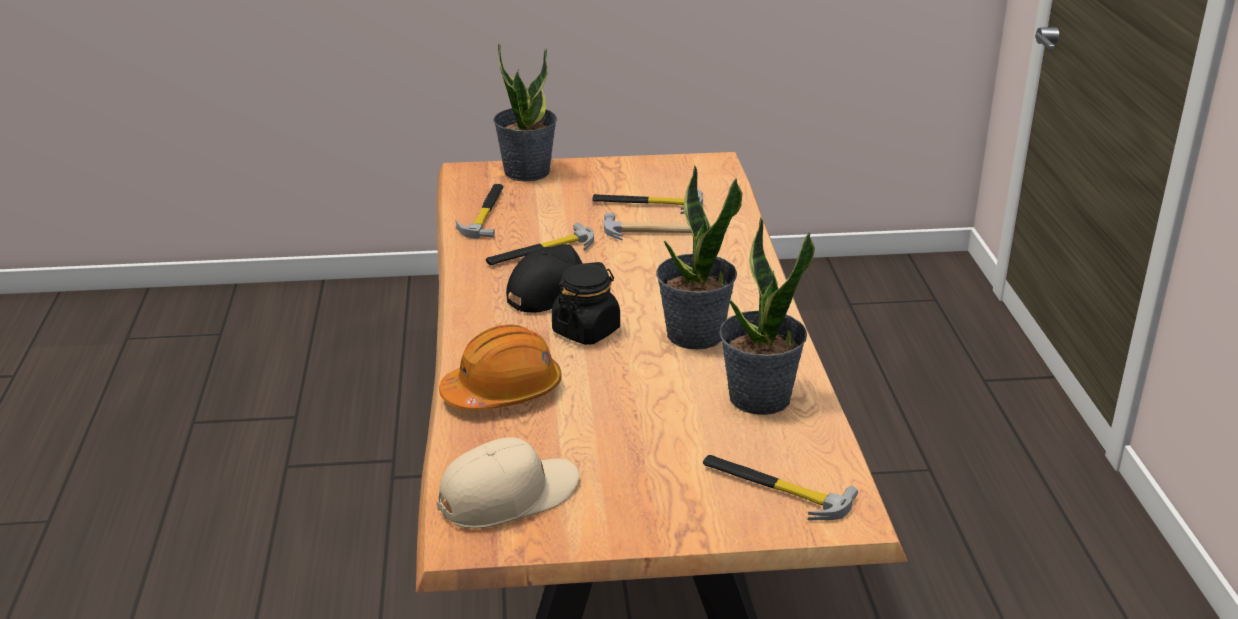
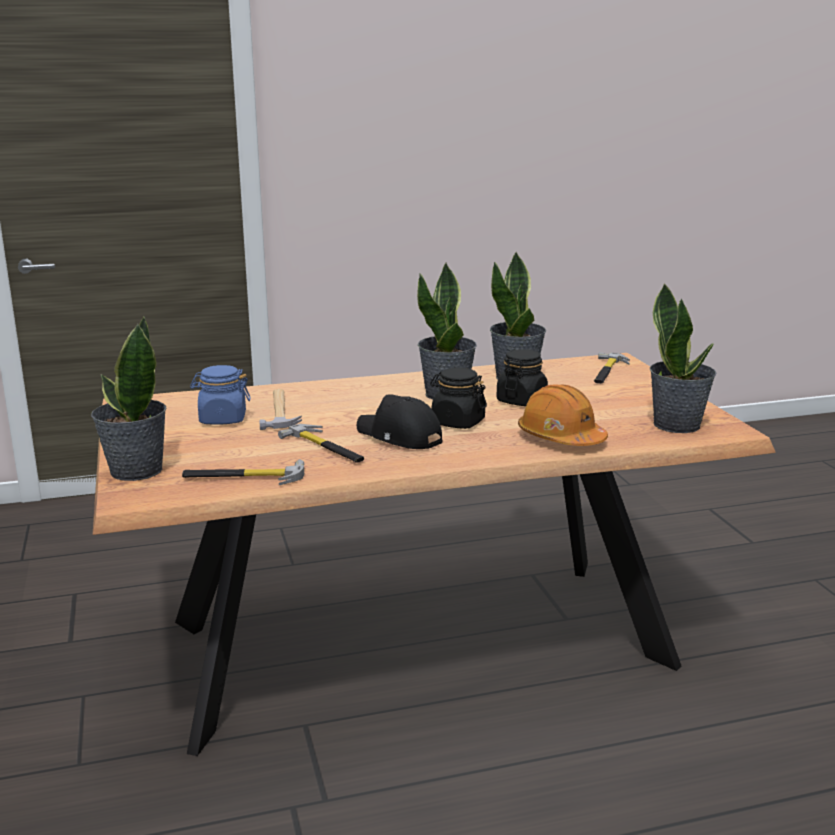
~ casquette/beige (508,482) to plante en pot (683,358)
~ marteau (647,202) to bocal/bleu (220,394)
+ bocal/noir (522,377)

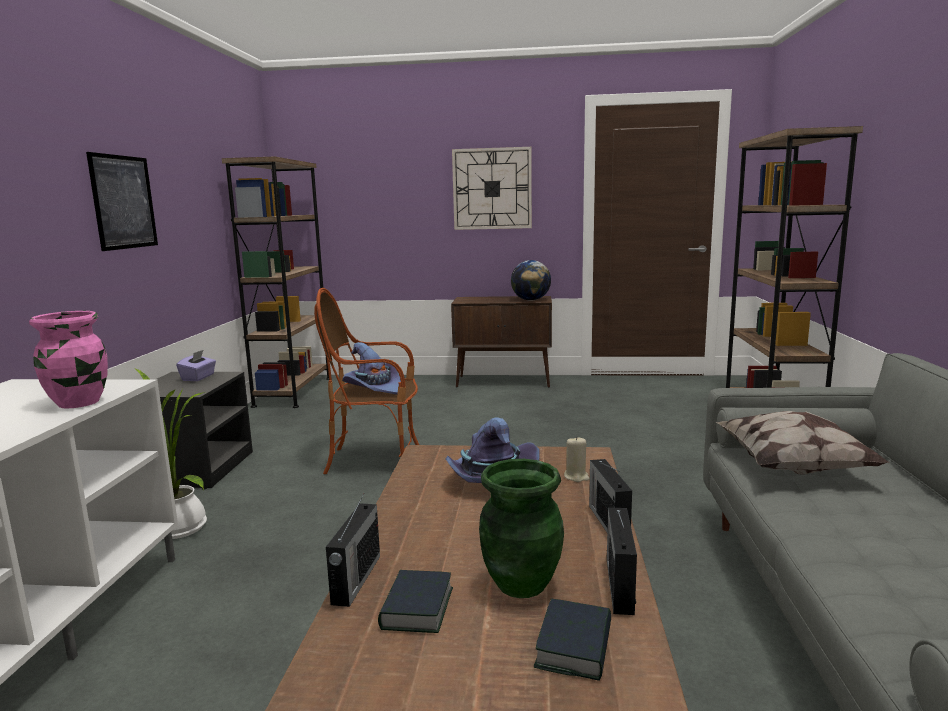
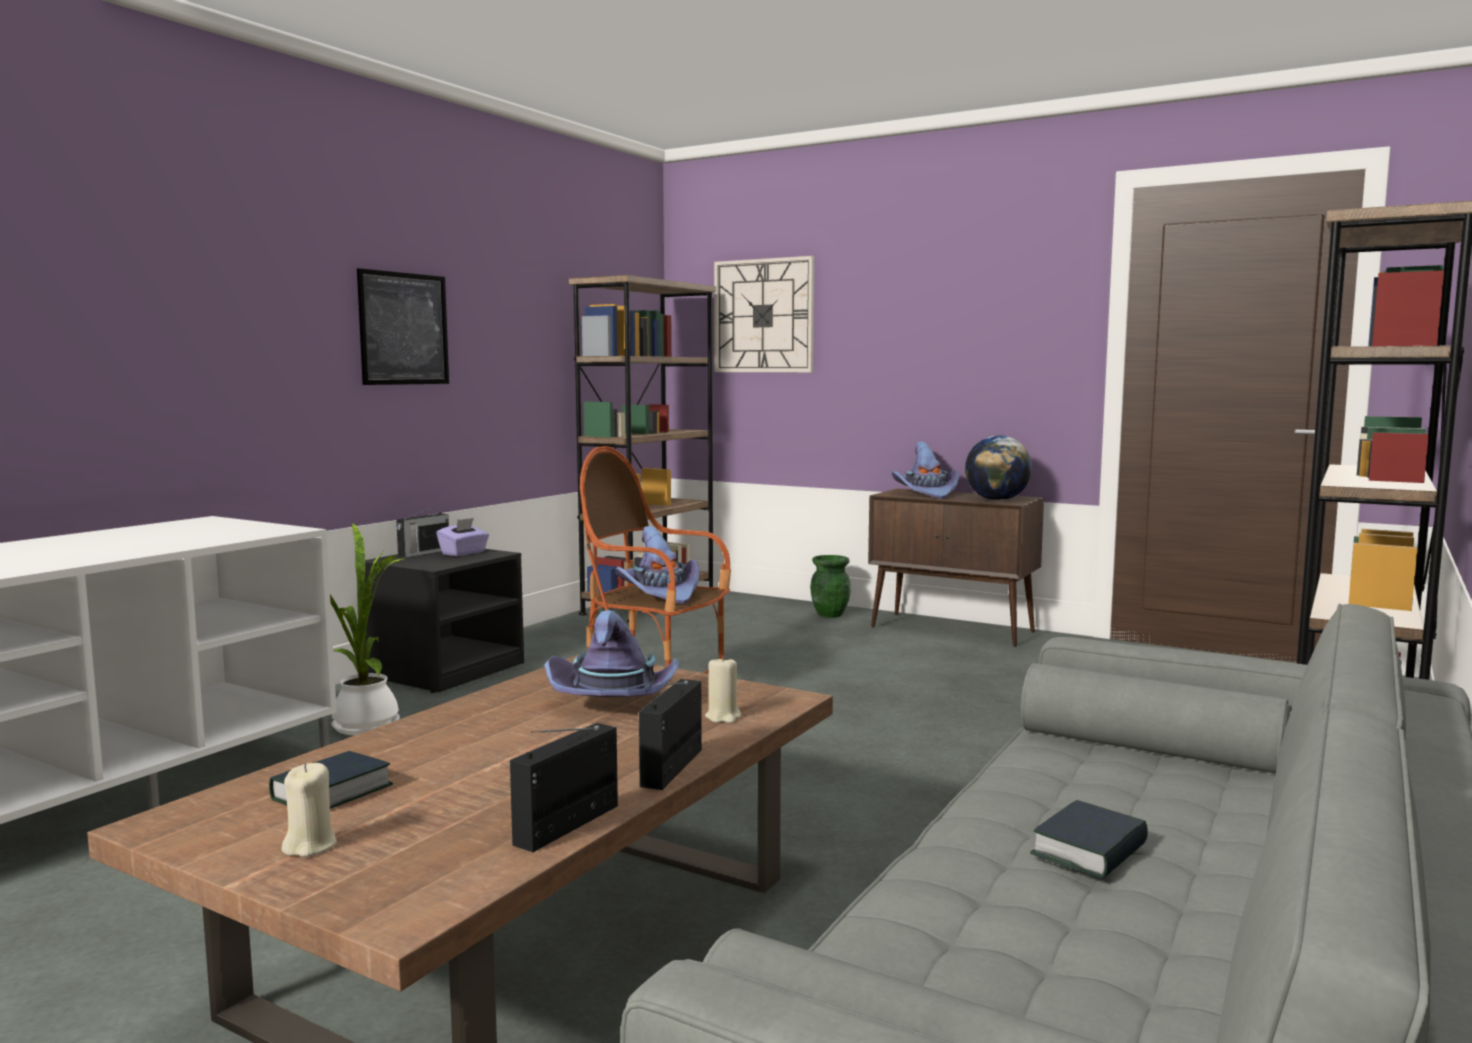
- vase/rose (68,359)
~ radio (353,550) to (422,531)
~ horloge murale (492,188) to (764,314)
~ vase/vert (521,528) to (830,586)
~ livre (572,639) to (1089,839)
- coussin (803,443)
+ bougie/beige (309,810)
+ chapeau/violet (925,470)

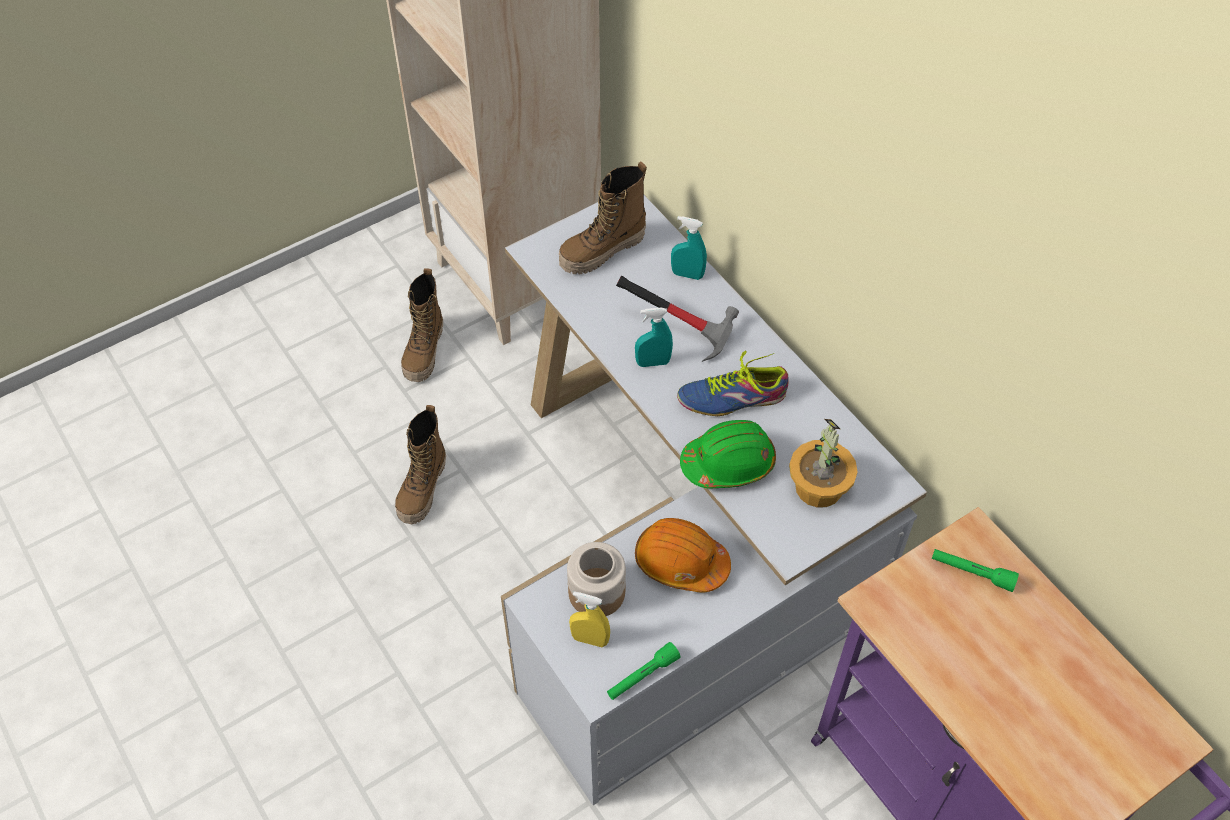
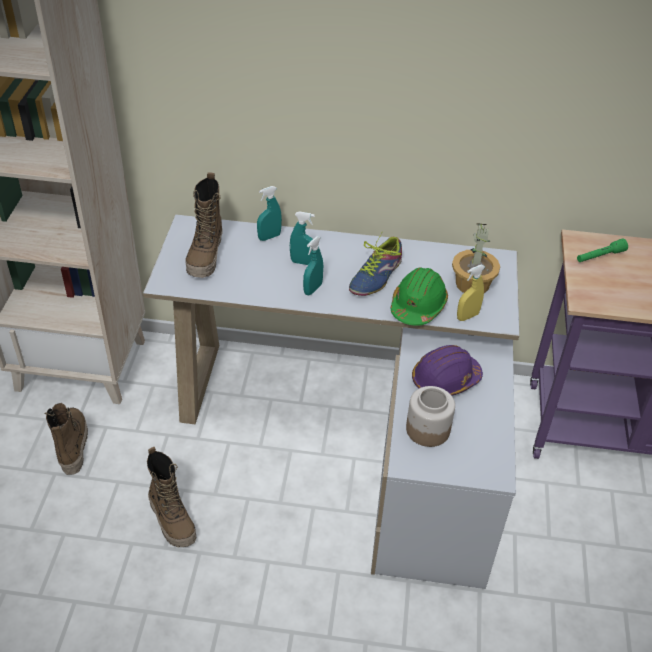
~ botte (422,325) = (66,439) 150 degrees counterclockwise
~ vaporisateur/jaune (589,619) to (471,293)
- lampe de poche/vert (643,671)
~ marteau (677,318) to vaporisateur/turquoise (302,238)
~ casque de chantier/orange (683,555) to casque de chantier/violet (447,370)

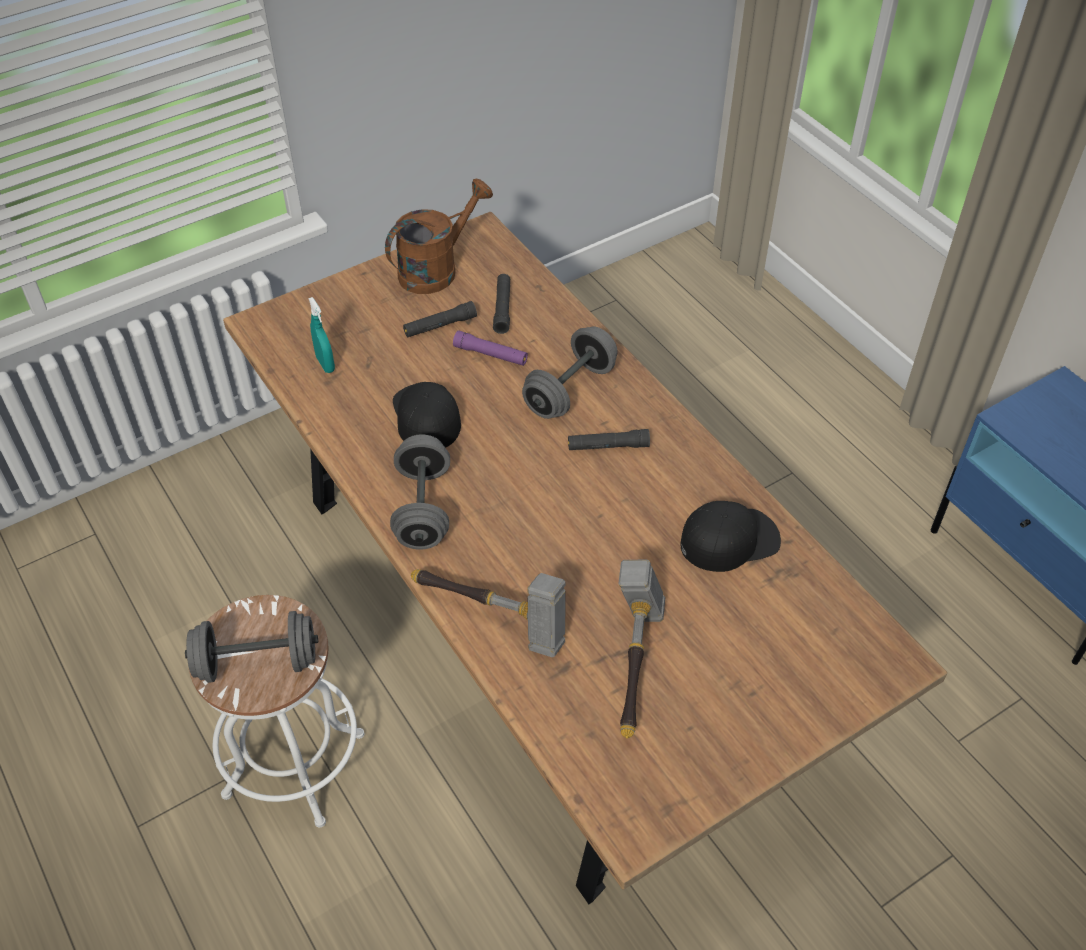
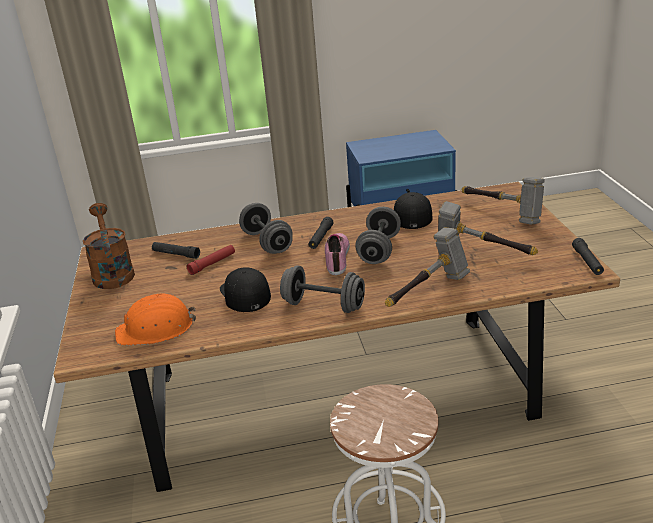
~ haltère/gris (251,647) to (378,235)
~ vaporisateur/turquoise (321,335) to casque de chantier/orange (155,319)
~ casquette/noir (427,415) = (245,289) 60 degrees clockwise
~ lampe de poche/noir (440,319) to (588,256)
~ lampe de poche/violet (490,348) to lampe de poche/rouge (211,260)
+ chaussure (337,254)
+ marteau (503,201)

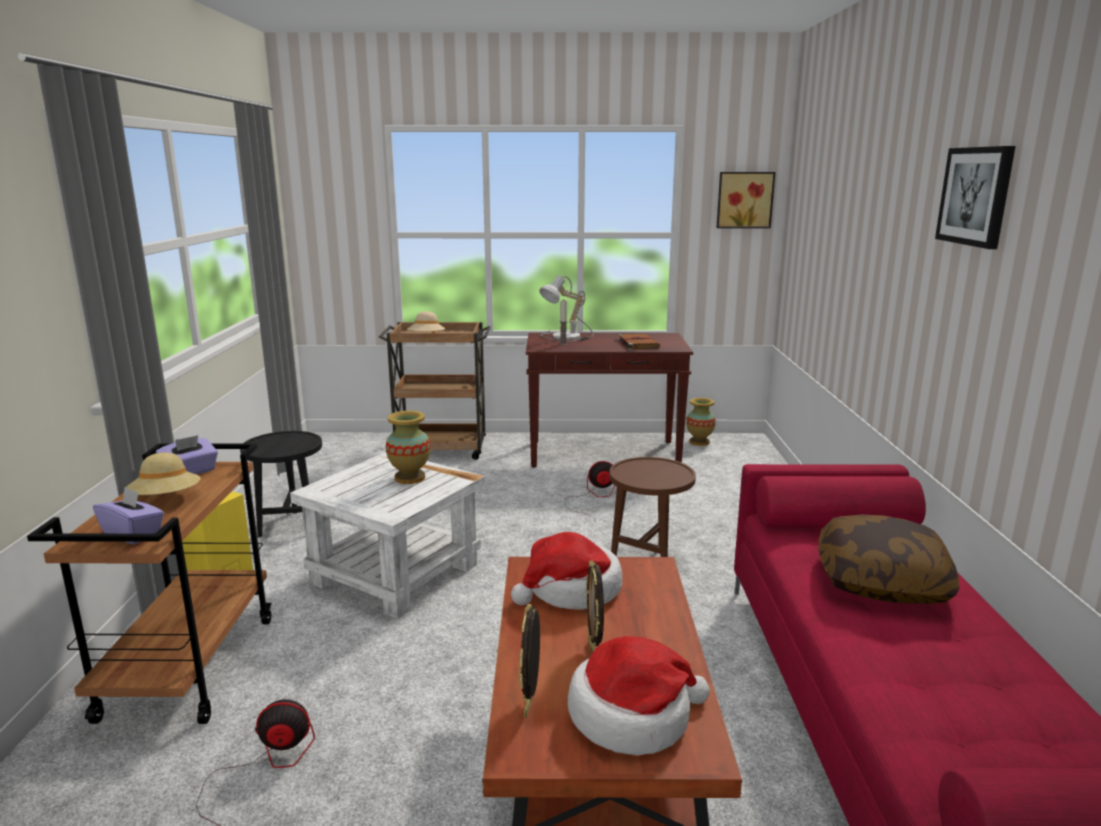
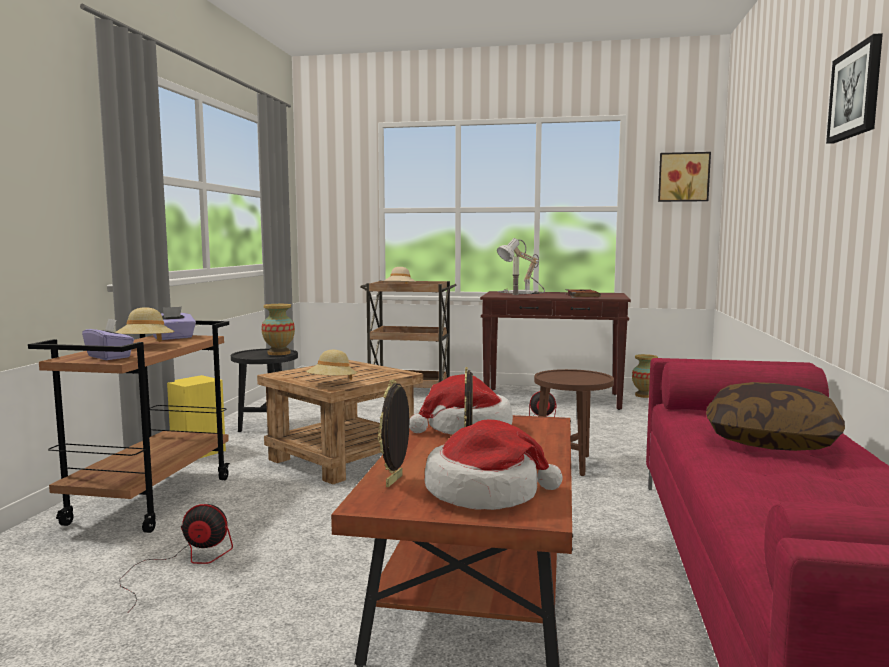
~ table d'appoint/blanc (387,535) to table d'appoint/marron (340,422)
~ vase (408,447) to (278,329)
+ chapeau/beige (332,365)

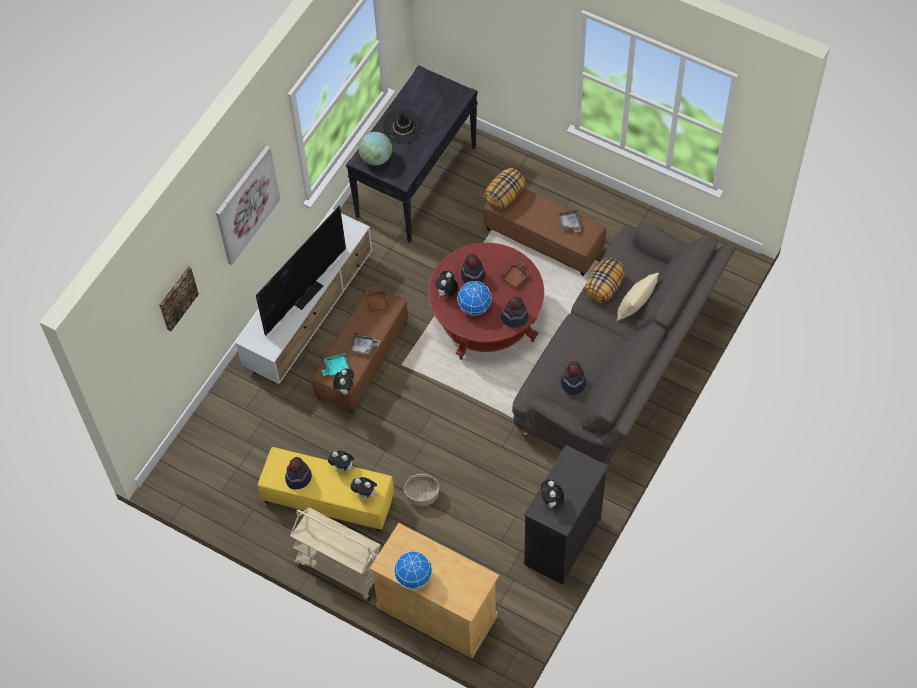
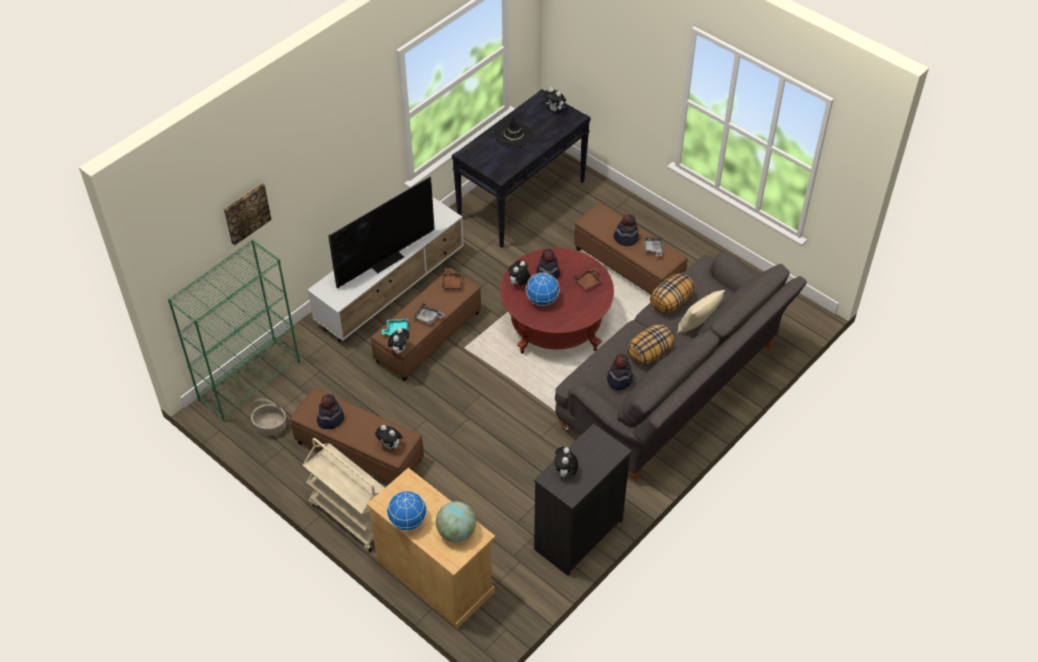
- tableau (248,205)
~ pouf/jaune (326,489) to pouf/marron (357,435)
~ peluche (341,461) to (554,99)
~ globe (375,149) to (456,521)
~ panier (421,490) to (268,417)
~ coussin (505,189) to (651,344)
~ chapeau (514,312) to (626,230)
+ bibliothèque/vert (234,330)

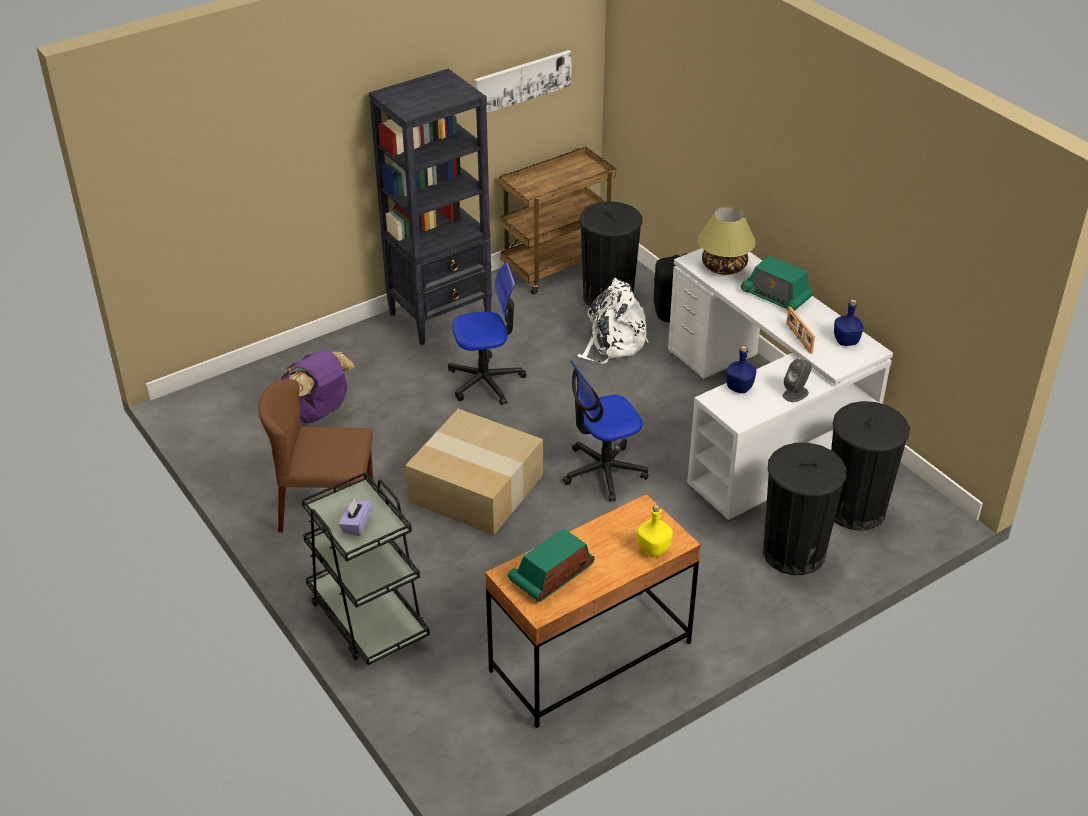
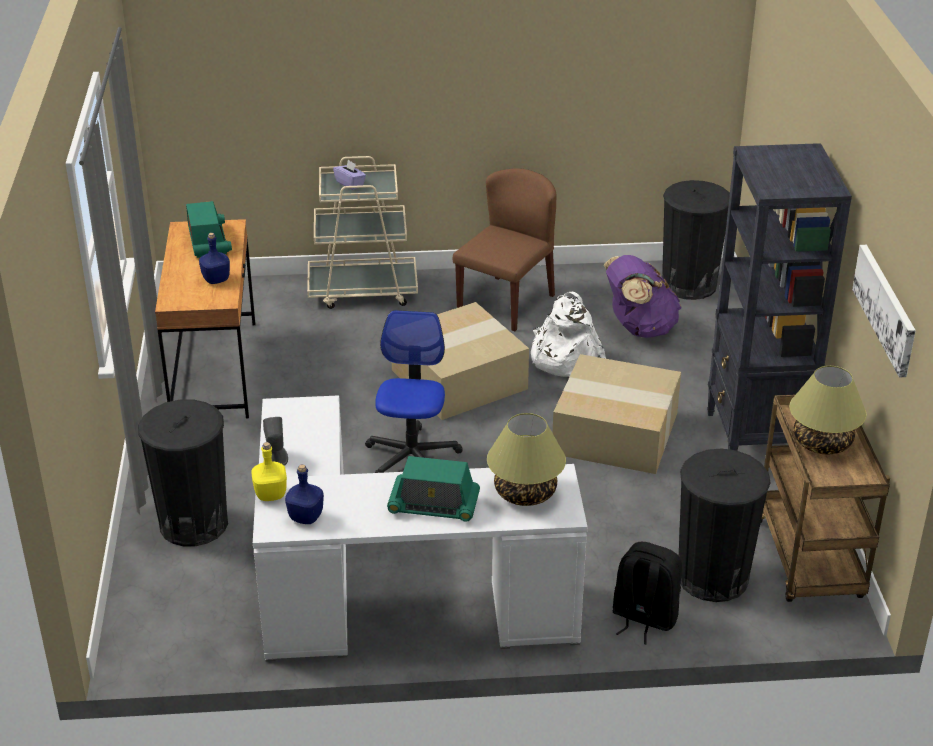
~ chariot/noir (365,568) to chariot/beige (362,232)
~ chaise de bureau (487,333) to carton (617,414)
~ sac à dos/blanc (612,321) to (568,334)
~ bouteille/jaune (655,531) to (269,471)
~ bouteille/bleu (741,369) to (214,258)
~ radio (777,283) = (433,489) 150 degrees counterclockwise
- cadre photo (800,330)
~ poubelle/noir (870,466) to (696,240)
+ lampe de table (828,410)

